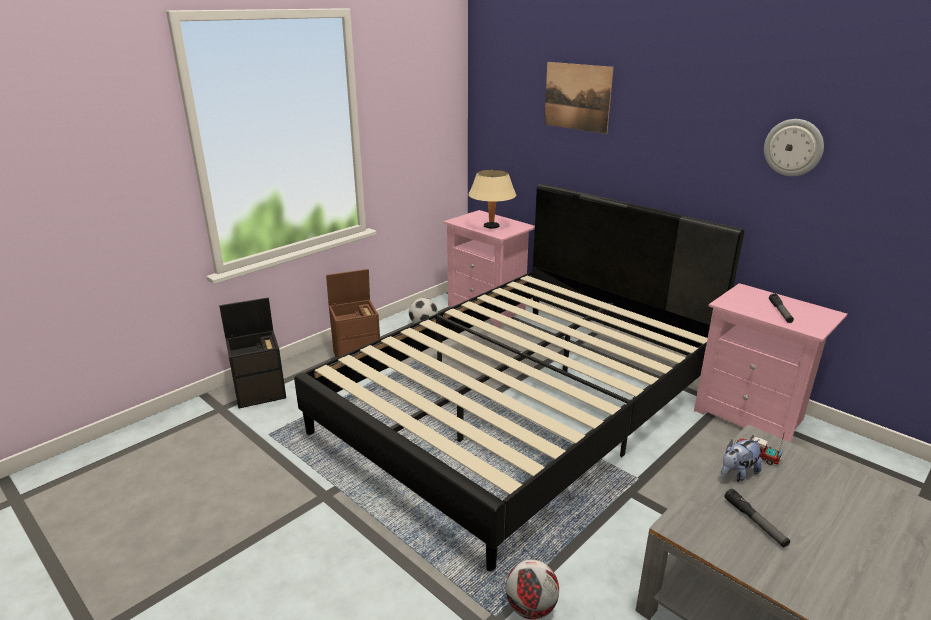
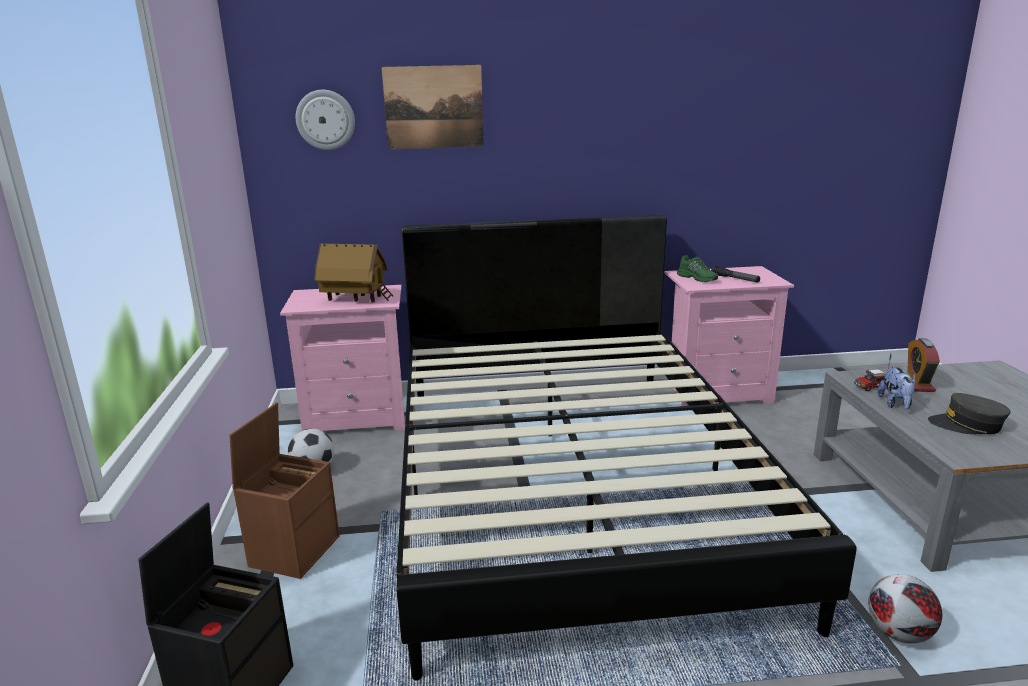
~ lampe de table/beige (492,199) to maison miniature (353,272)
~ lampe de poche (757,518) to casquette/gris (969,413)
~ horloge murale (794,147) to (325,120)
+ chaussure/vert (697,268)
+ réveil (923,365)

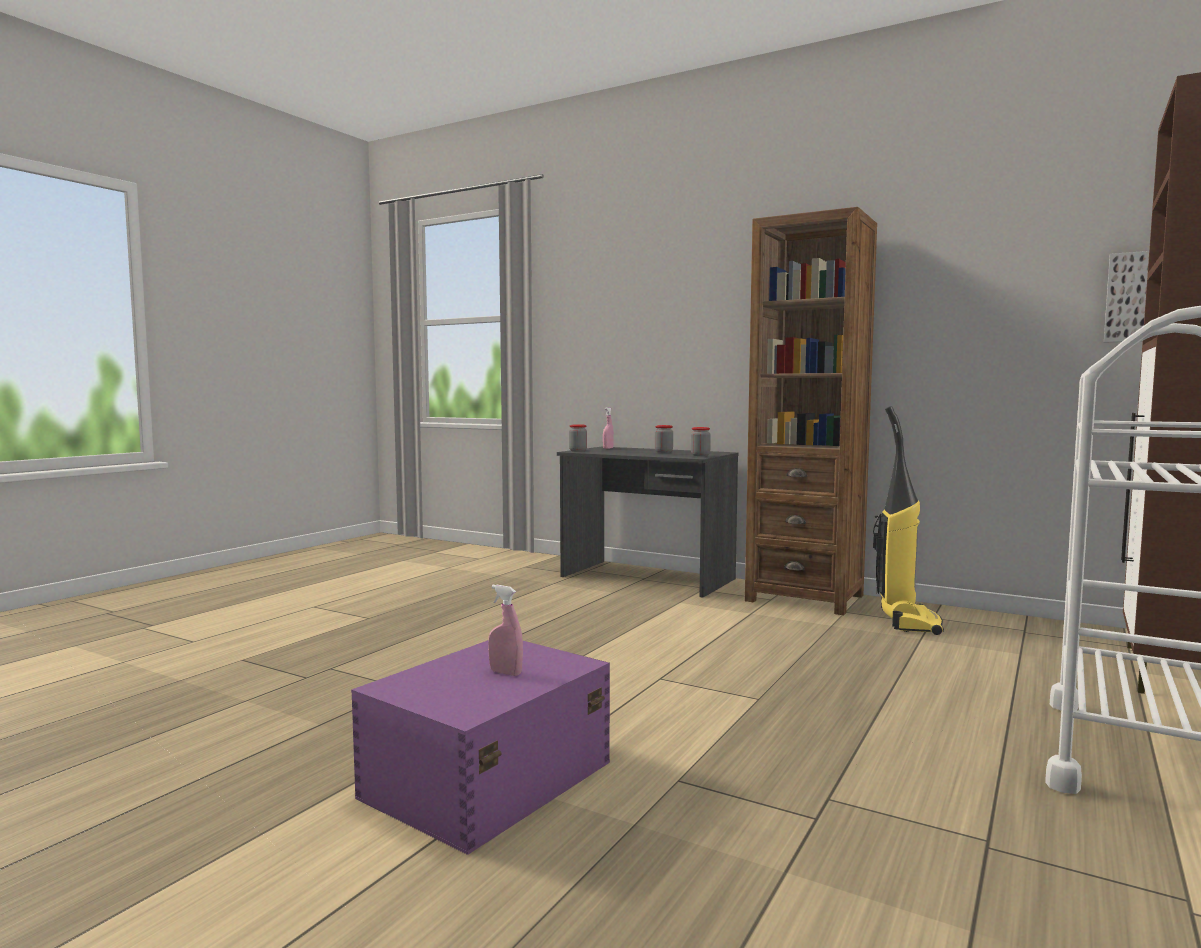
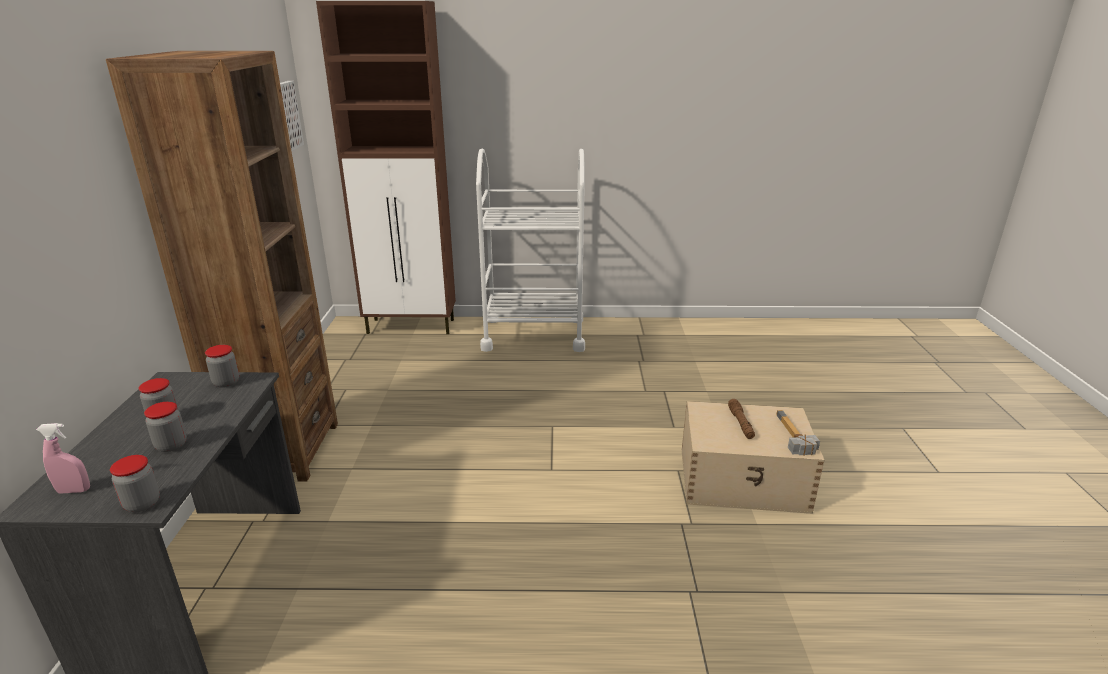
~ boîte de rangement/violet (480,747) to boîte de rangement/beige (753,457)
~ vaporisateur/rose (505,630) to lampe de poche/marron (741,419)
- aspirateur (908,520)
+ bocal (165,427)
+ marteau (798,433)

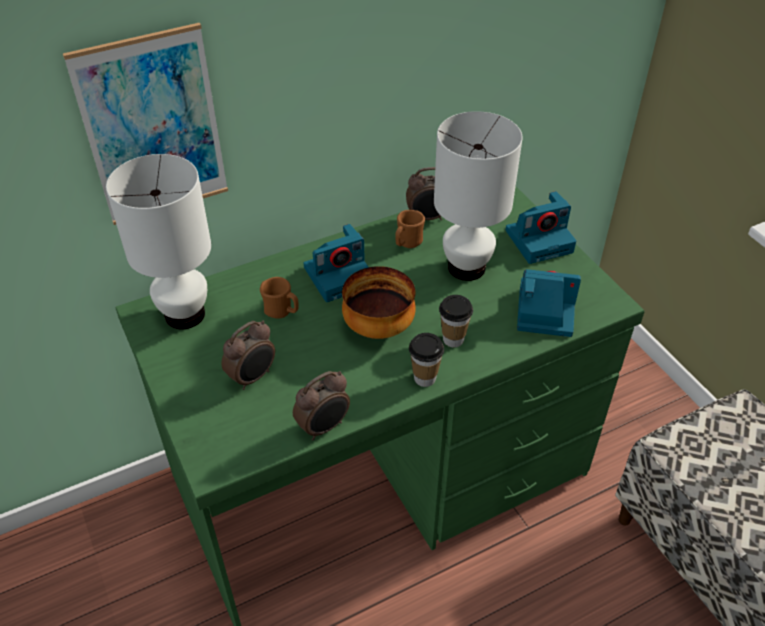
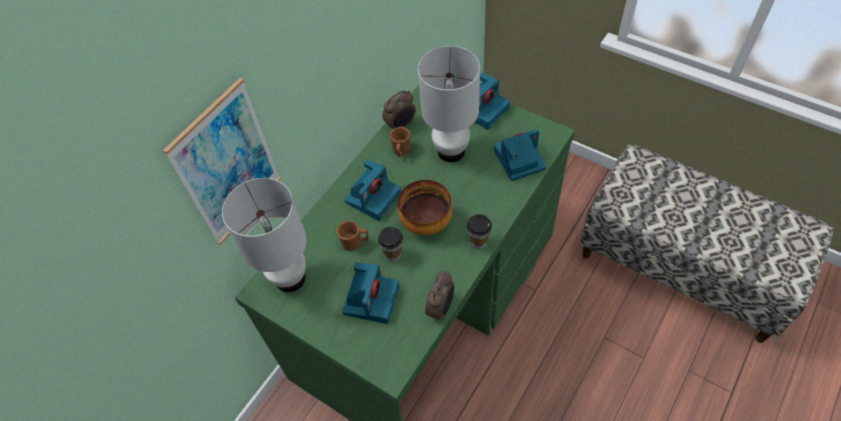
~ réveil (248,355) to appareil photo (371,293)
~ tasse (456,321) to (390,244)

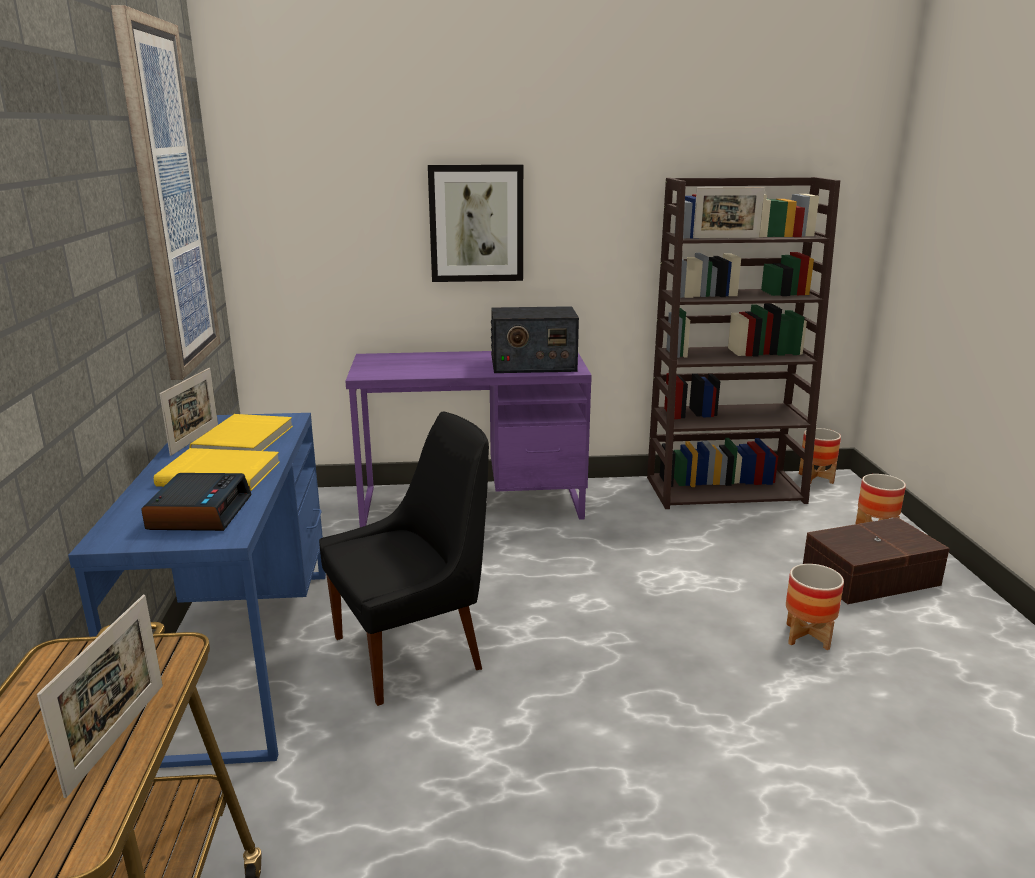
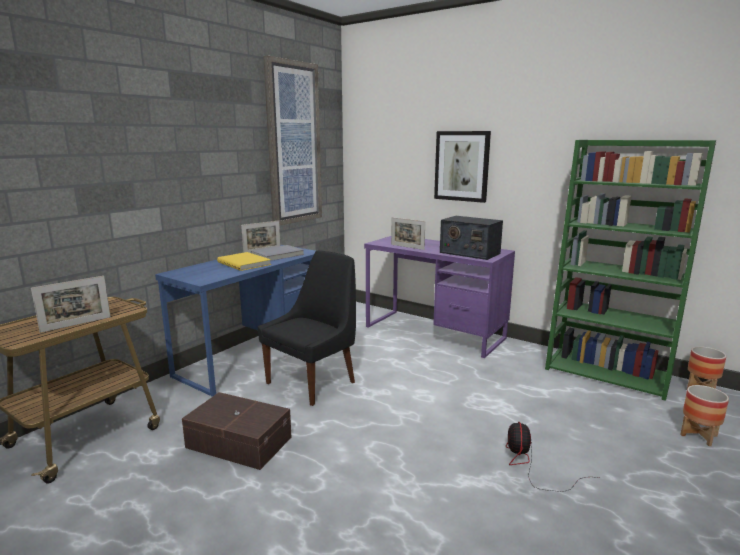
- réveil (196,502)
~ livre/jaune (241,432) to livre/gris (277,253)
~ chaise/noir (404,558) = (307,328) 60 degrees counterclockwise
~ bibliothèque/marron (743,343) to bibliothèque/vert (630,270)
~ cadre photo (729,212) to (408,233)
~ cache-pot (815,607) to ventilateur (553,457)
~ boîte de rangement/marron (876,560) to (236,431)

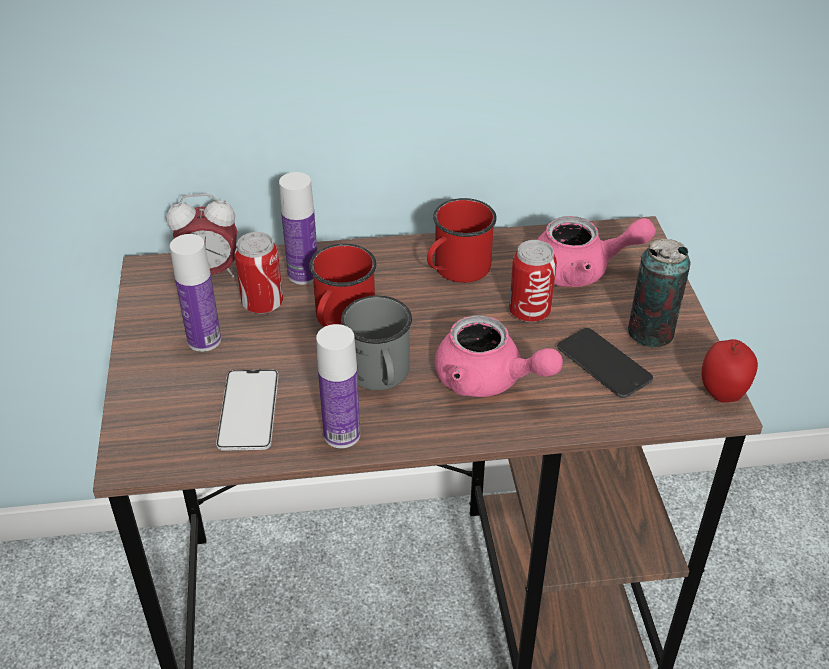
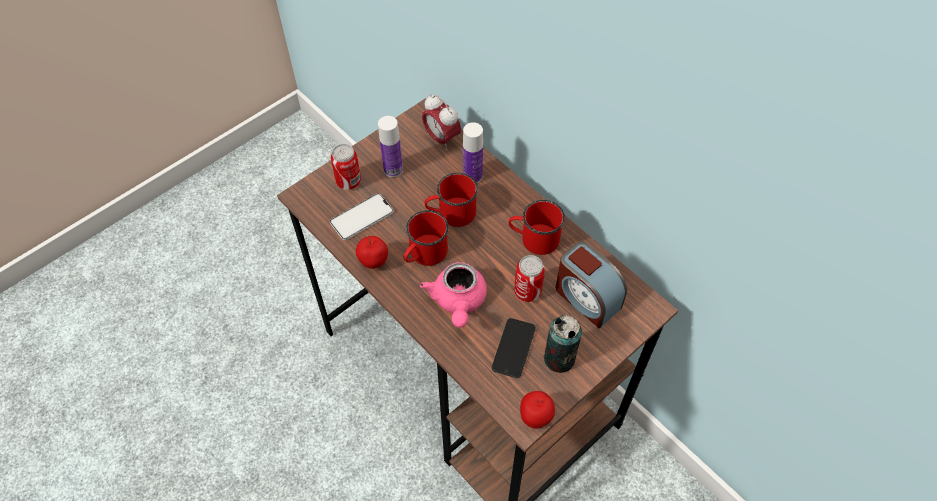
~ boîte métallique (259,273) to (346,167)
~ bouteille (338,386) to pomme (372,252)
~ mug/gris (376,342) to mug/rouge (426,238)
~ théière/rose (596,251) to réveil (591,285)

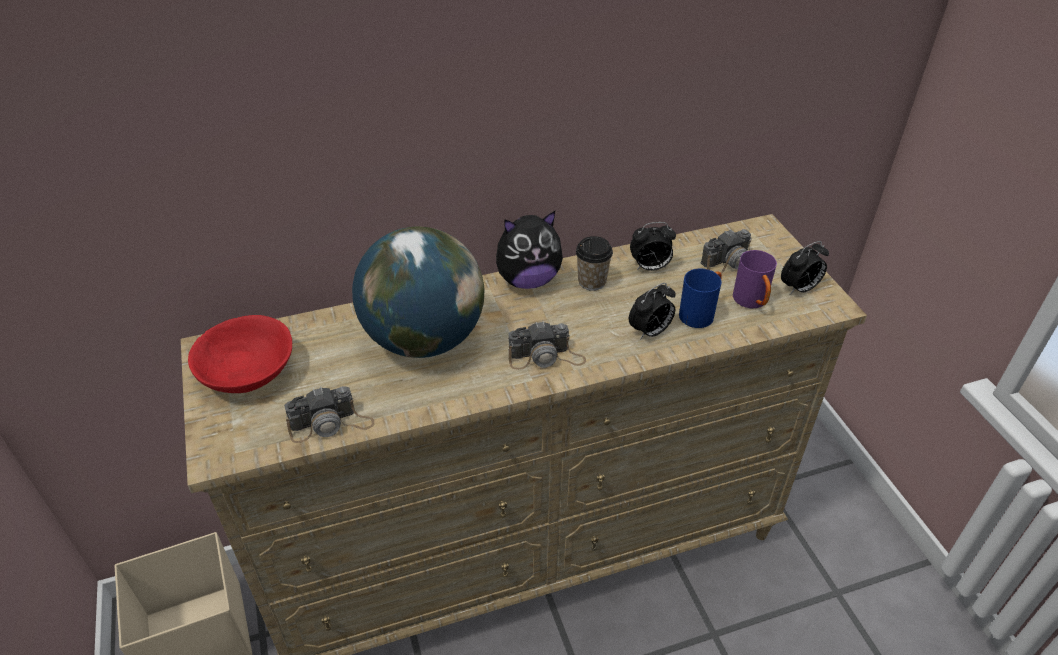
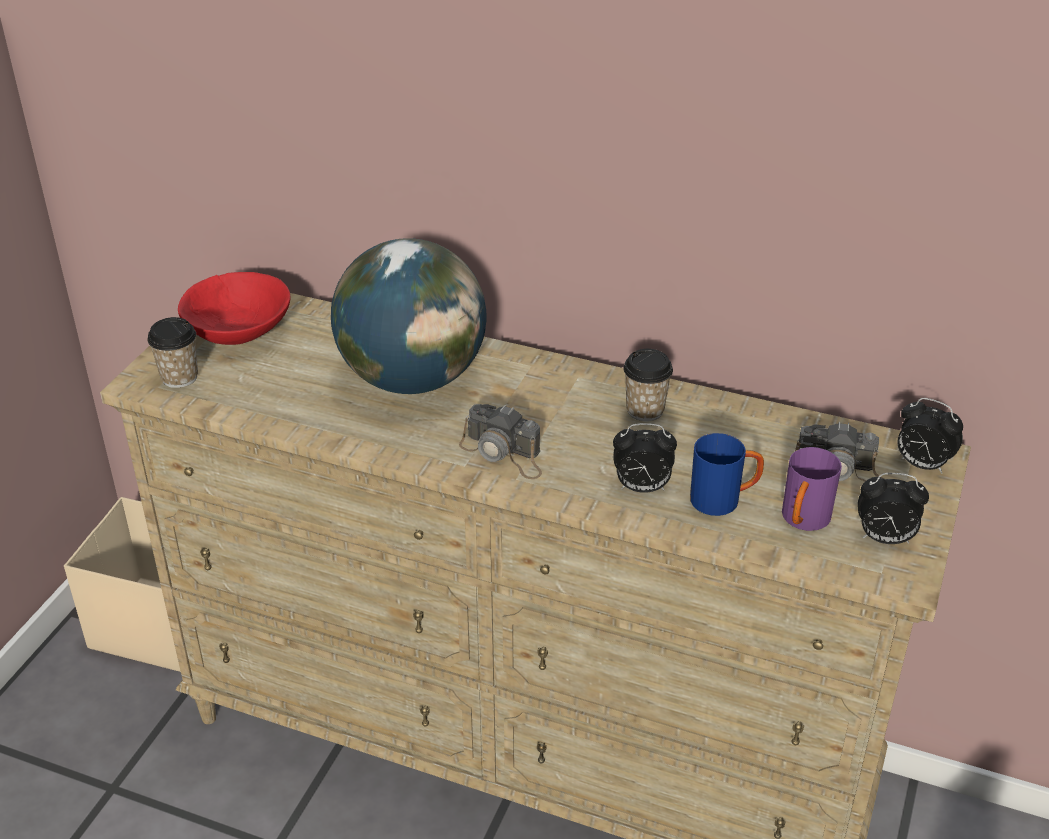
- appareil photo (329,414)
- peluche (529,250)
~ réveil (653,246) to (930,436)
+ tasse (172,352)

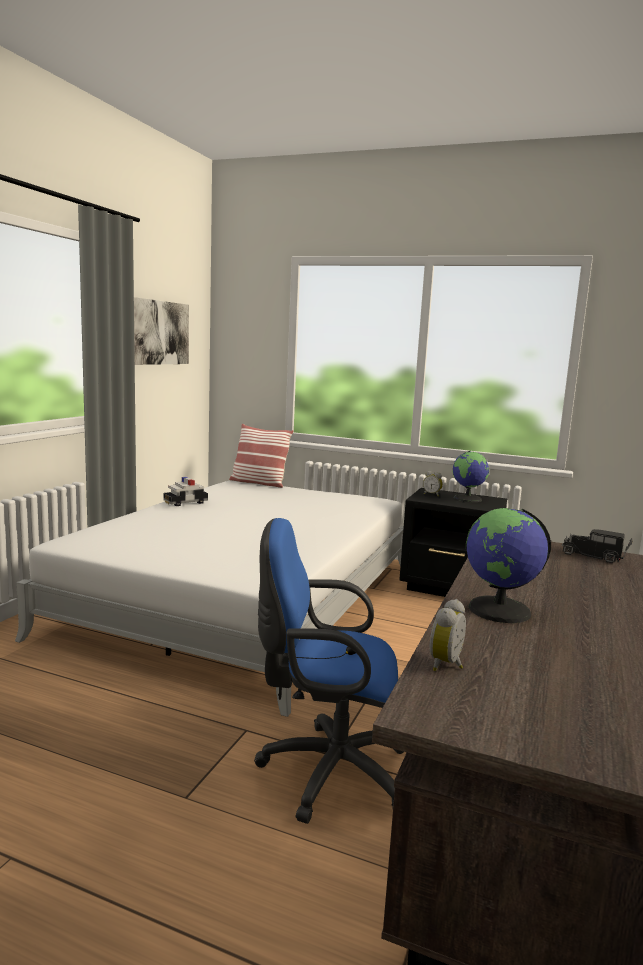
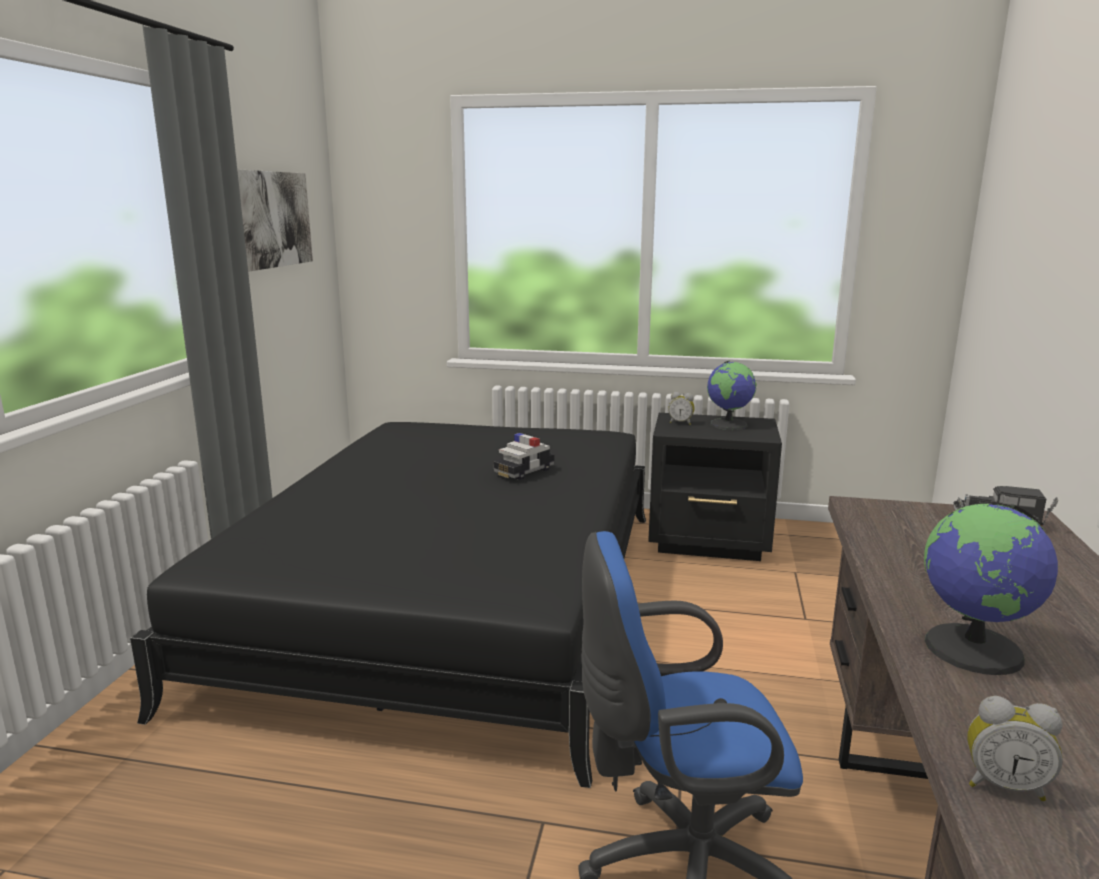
~ lit/blanc (209,599) to lit/noir (388,605)
~ petite voiture (185,491) to (524,456)
- coussin (261,456)
~ réveil (448,635) = (1015,748) 90 degrees counterclockwise

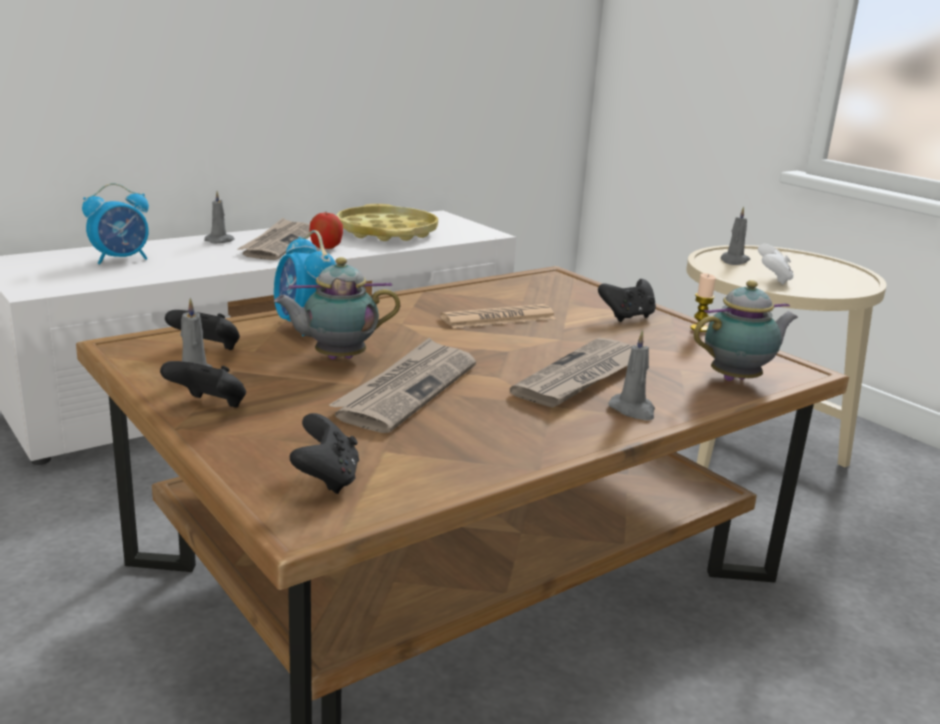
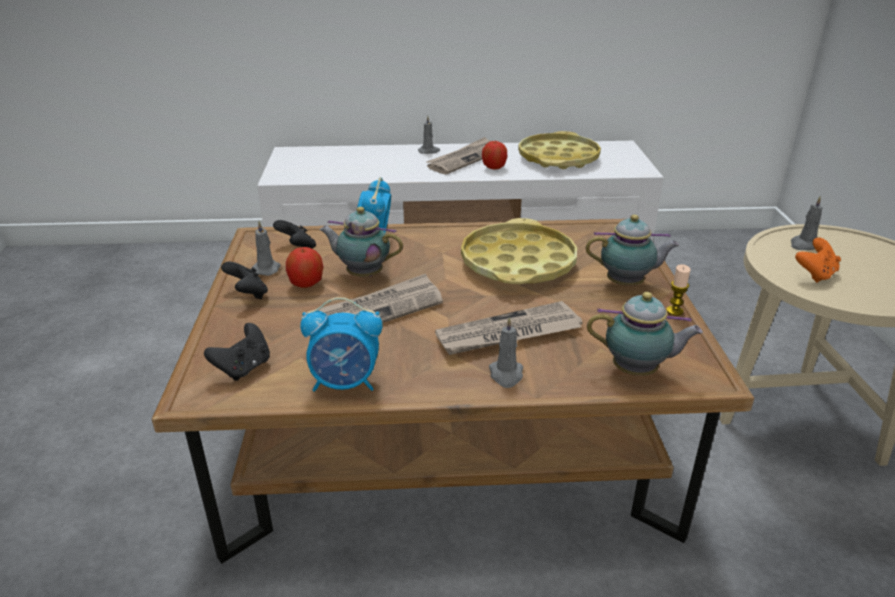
~ réveil (115,224) to (341,344)
~ journal (498,316) to plateau/jaune (519,251)
~ manette/noir (627,300) to théière (633,250)
~ manette/blanc (776,264) to manette/orange (818,260)
+ pomme (304,267)

